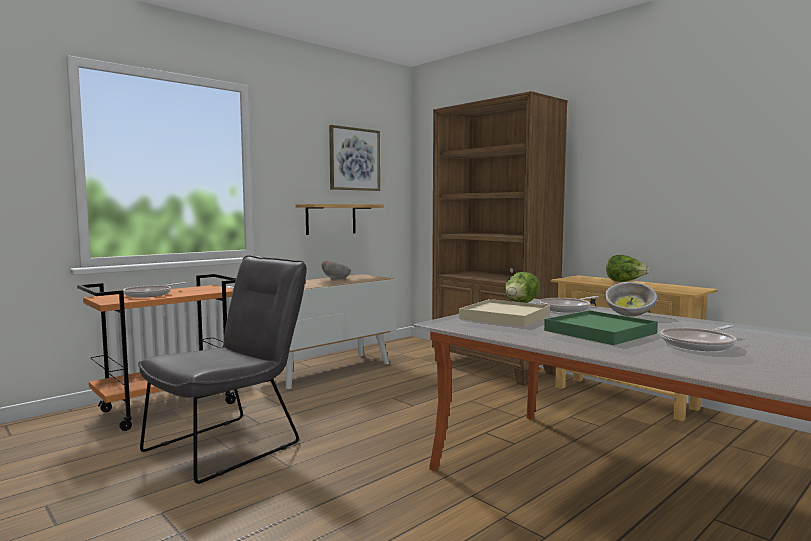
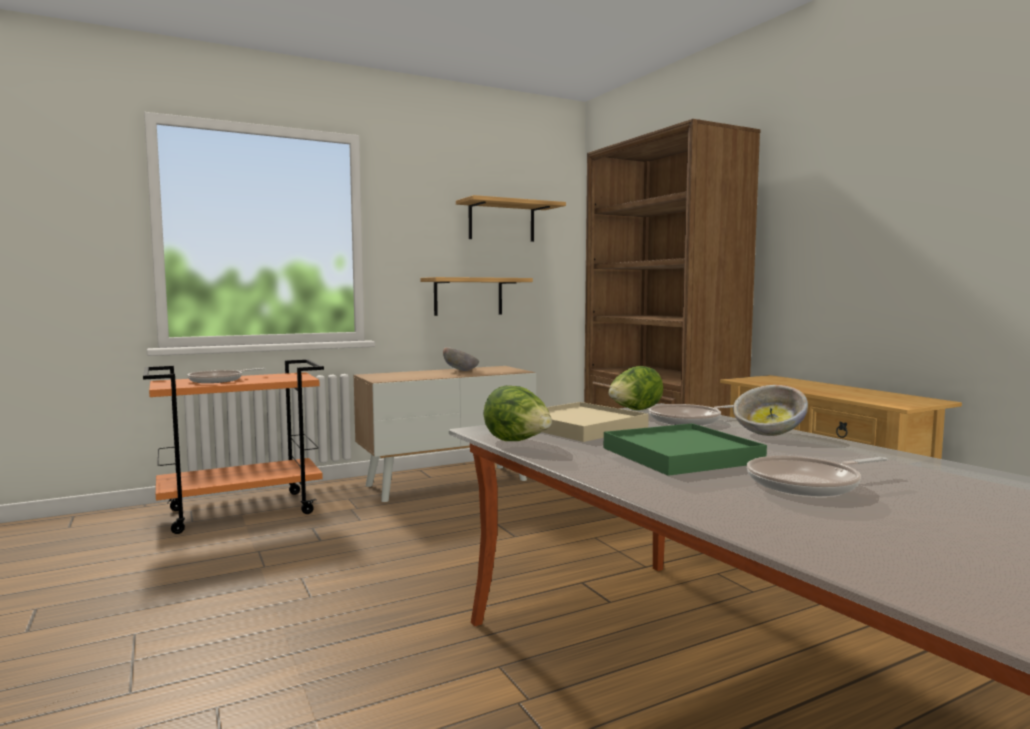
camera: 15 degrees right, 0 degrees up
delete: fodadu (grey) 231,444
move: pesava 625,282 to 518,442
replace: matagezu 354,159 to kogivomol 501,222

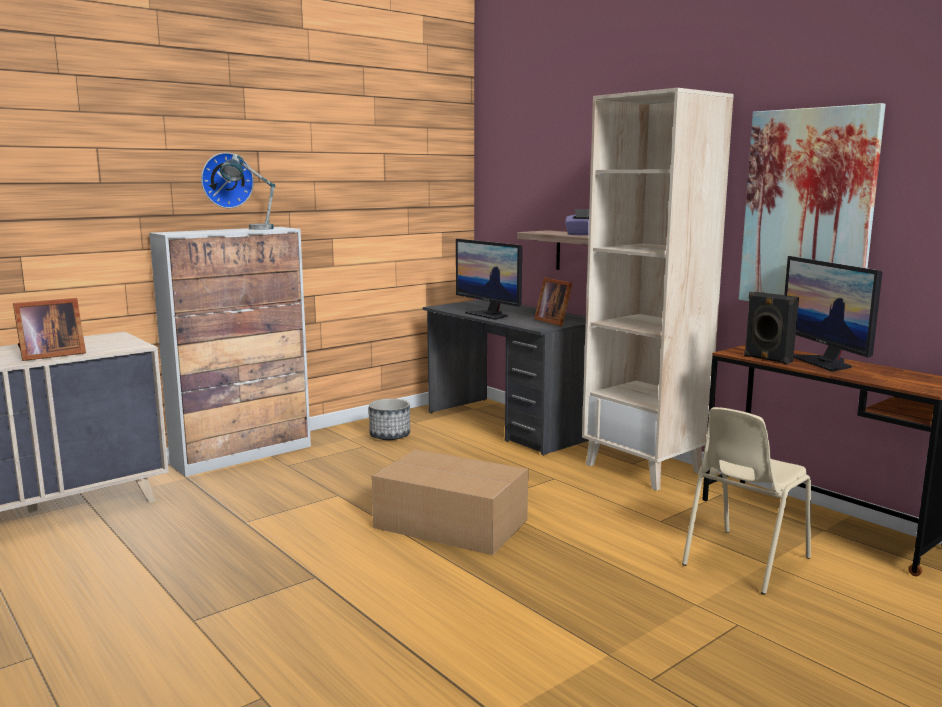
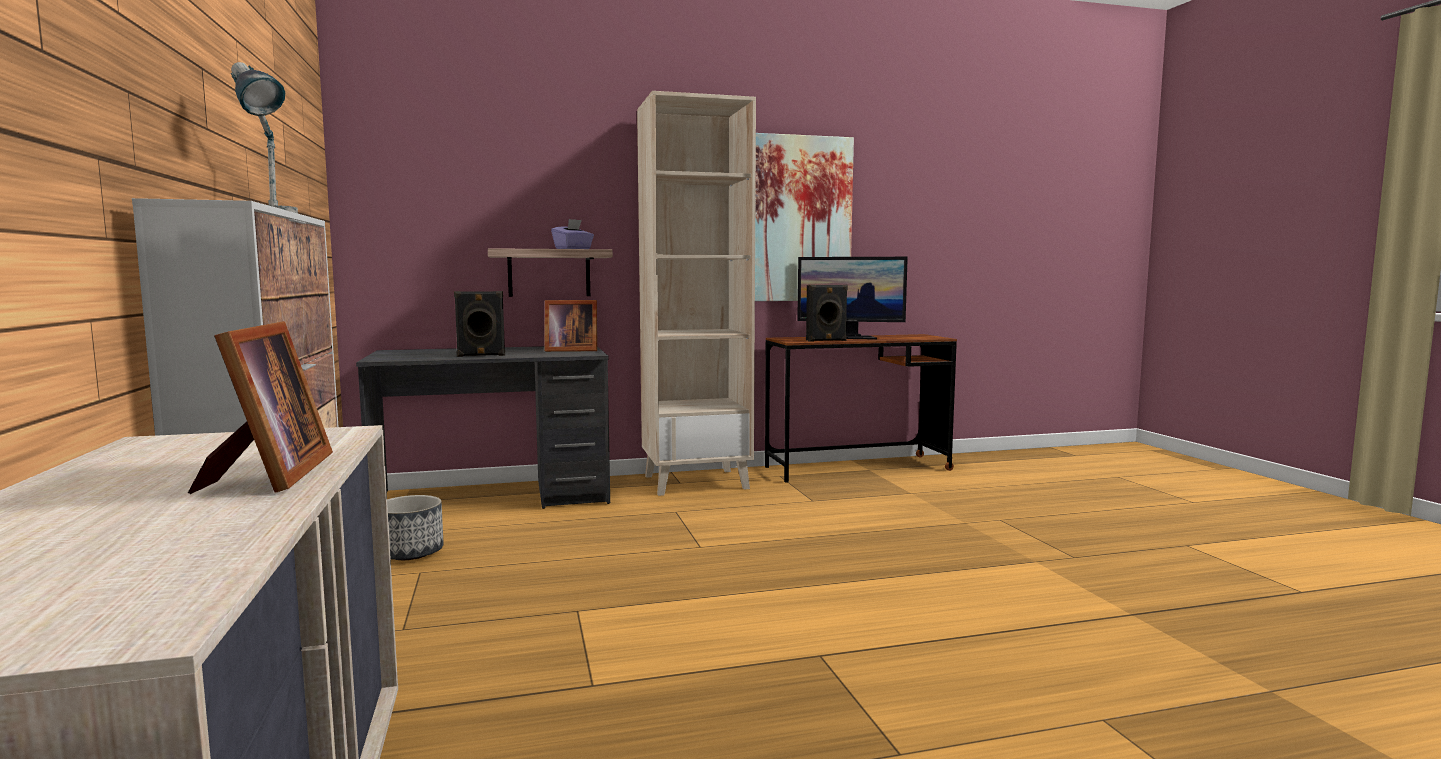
camera: 65 degrees left, 5 degrees down
delete: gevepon 226,180; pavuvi 449,523; fodadu (beige) 743,561
replace: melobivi 489,315 to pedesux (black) 481,355

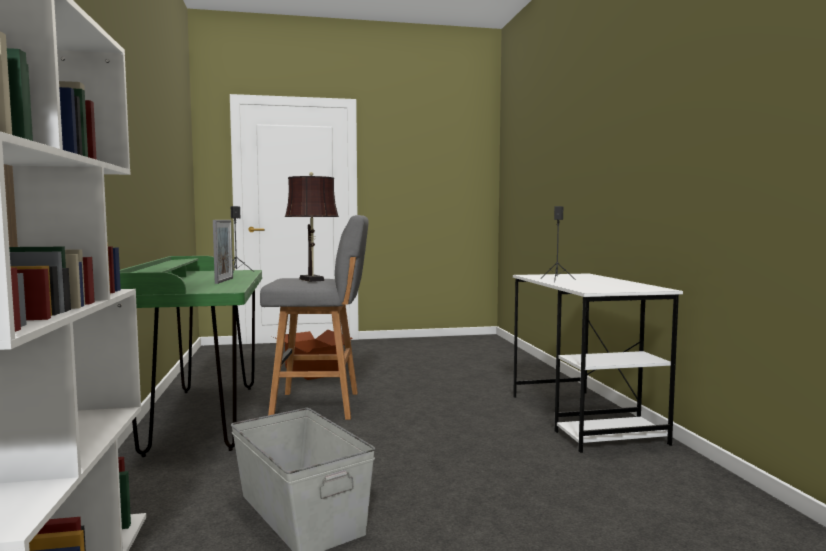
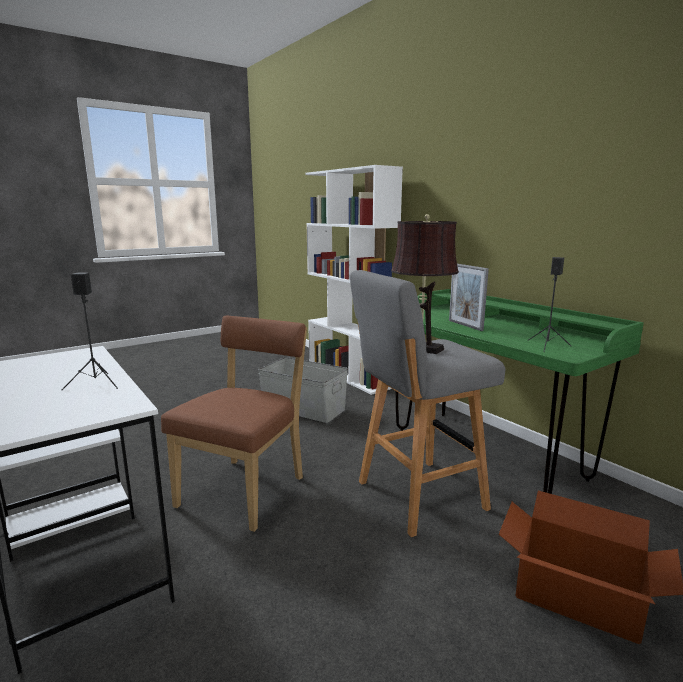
camera: 155 degrees right, 10 degrees up
insert: fodadu (brown) 246,489

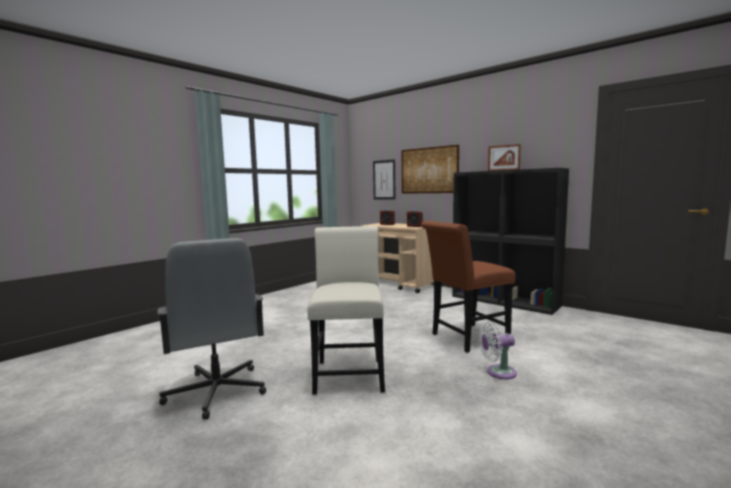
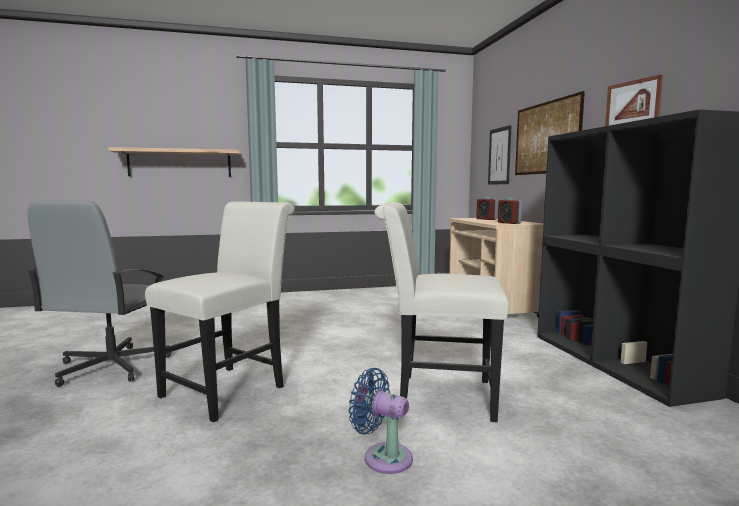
camera: 35 degrees right, 0 degrees up
insert: kogivomol 180,163
recolor: fodadu (brown) 465,338 to fodadu (white) 436,396; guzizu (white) 498,372 to guzizu (blue) 383,457

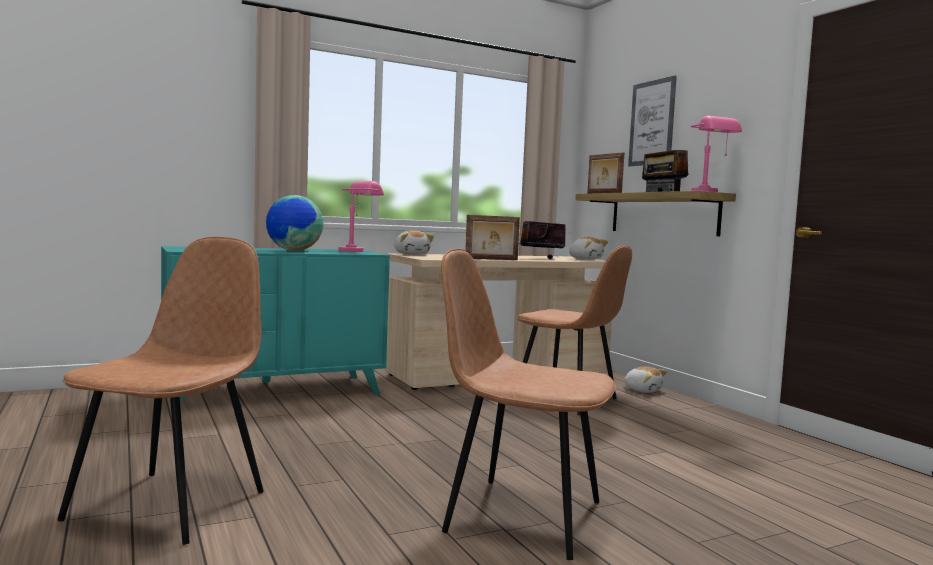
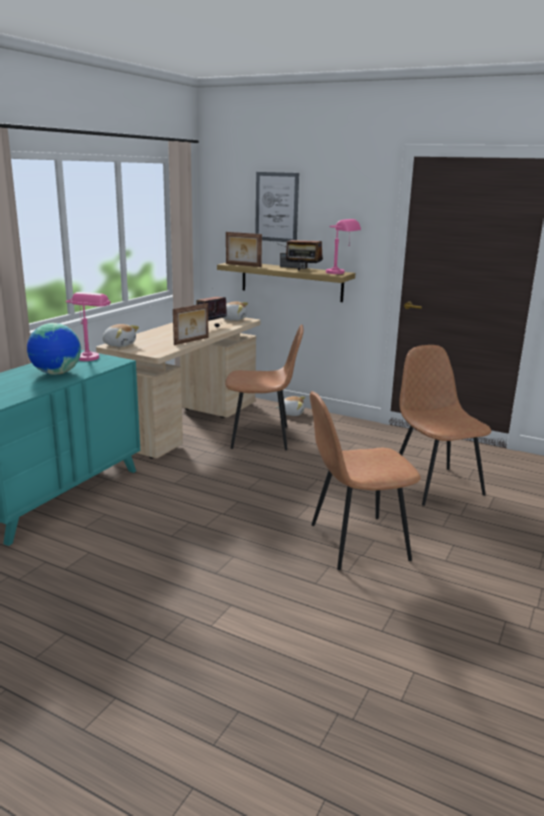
camera: 35 degrees left, 15 degrees up
move: fodadu (brown) 171,503 to 435,485

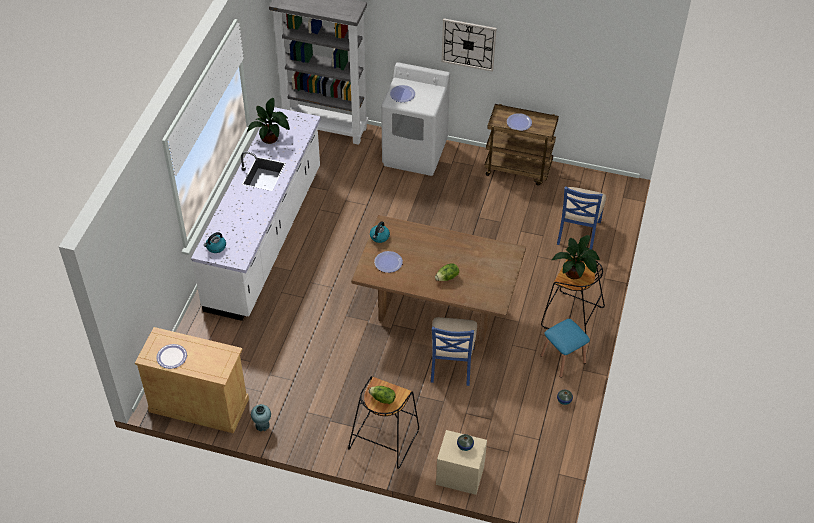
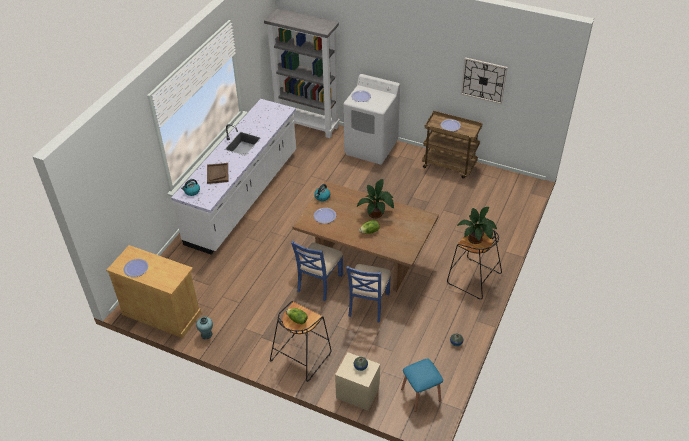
camera: 10 degrees right, 5 degrees down
insert: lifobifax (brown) 217,174
move: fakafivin 271,137 to 376,213; gevepon 468,44 to 483,80; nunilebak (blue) 563,359 to 420,394; fodadu (blue) 578,232 to 319,283

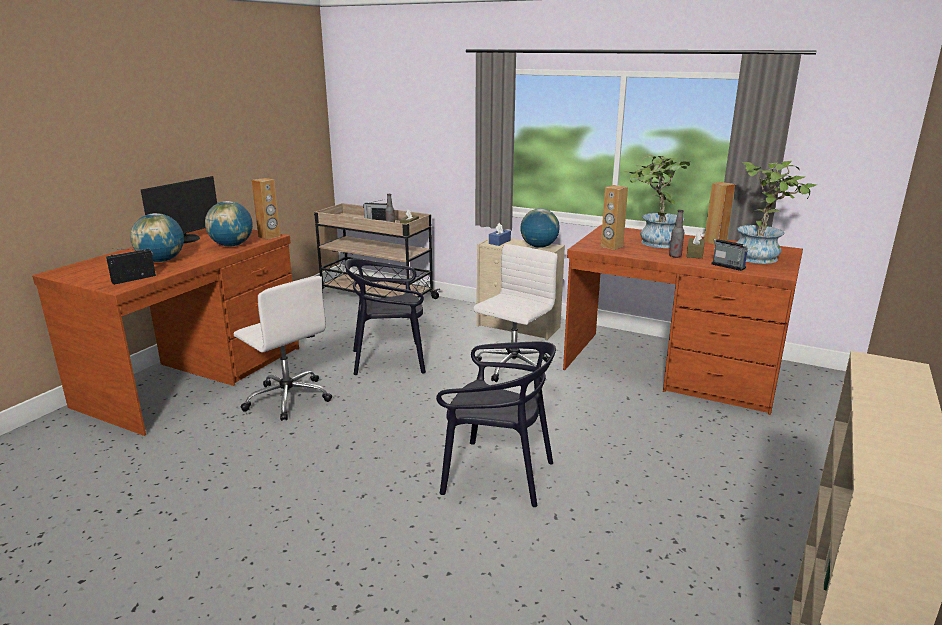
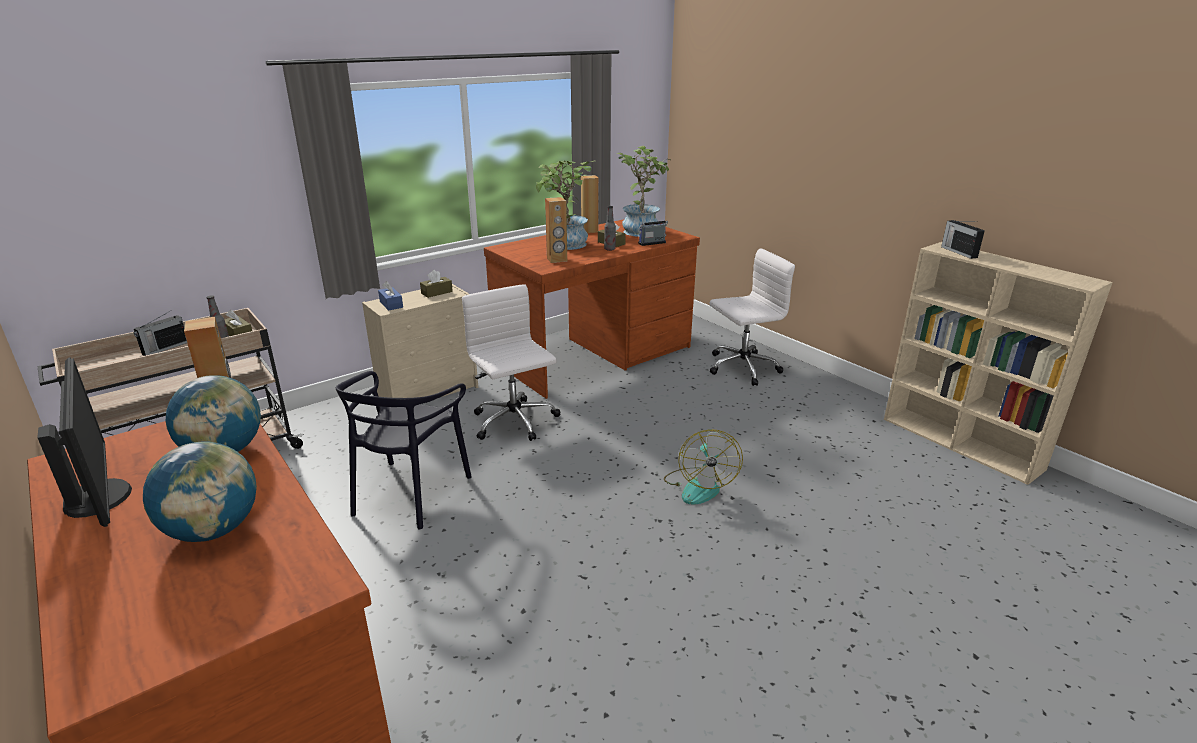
camera: 65 degrees left, 5 degrees up
move: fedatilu 134,279 to 958,252; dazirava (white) 288,398 to 741,368
replace: fodadu (black) 497,475 to guzizu 699,486; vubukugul 539,246 to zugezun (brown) 437,292

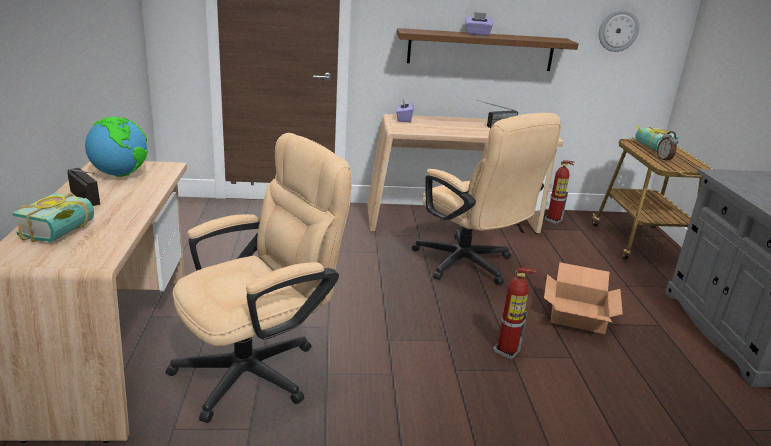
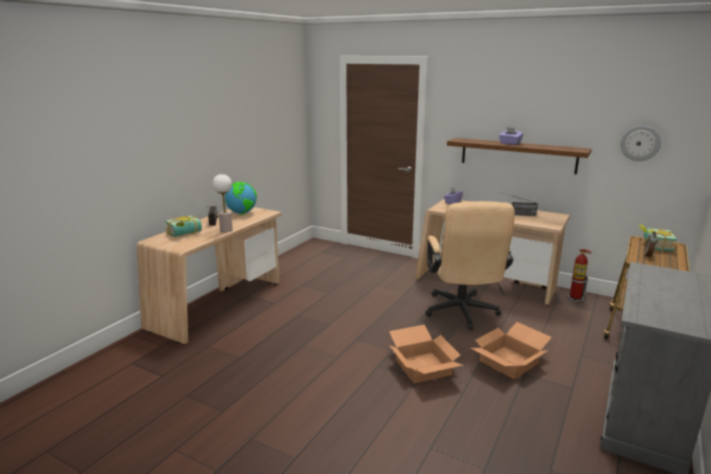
camera: 35 degrees right, 5 degrees down
delete: dazirava (beige) 259,368
insert: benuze 226,230
replace: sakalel 507,351 to pavuvi 424,367

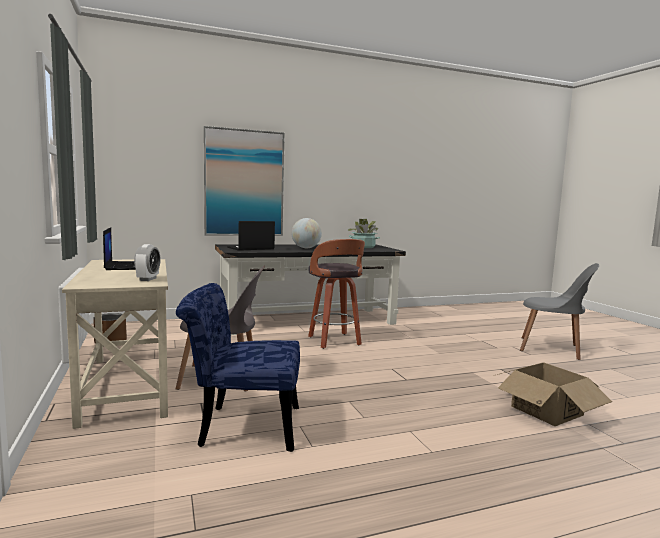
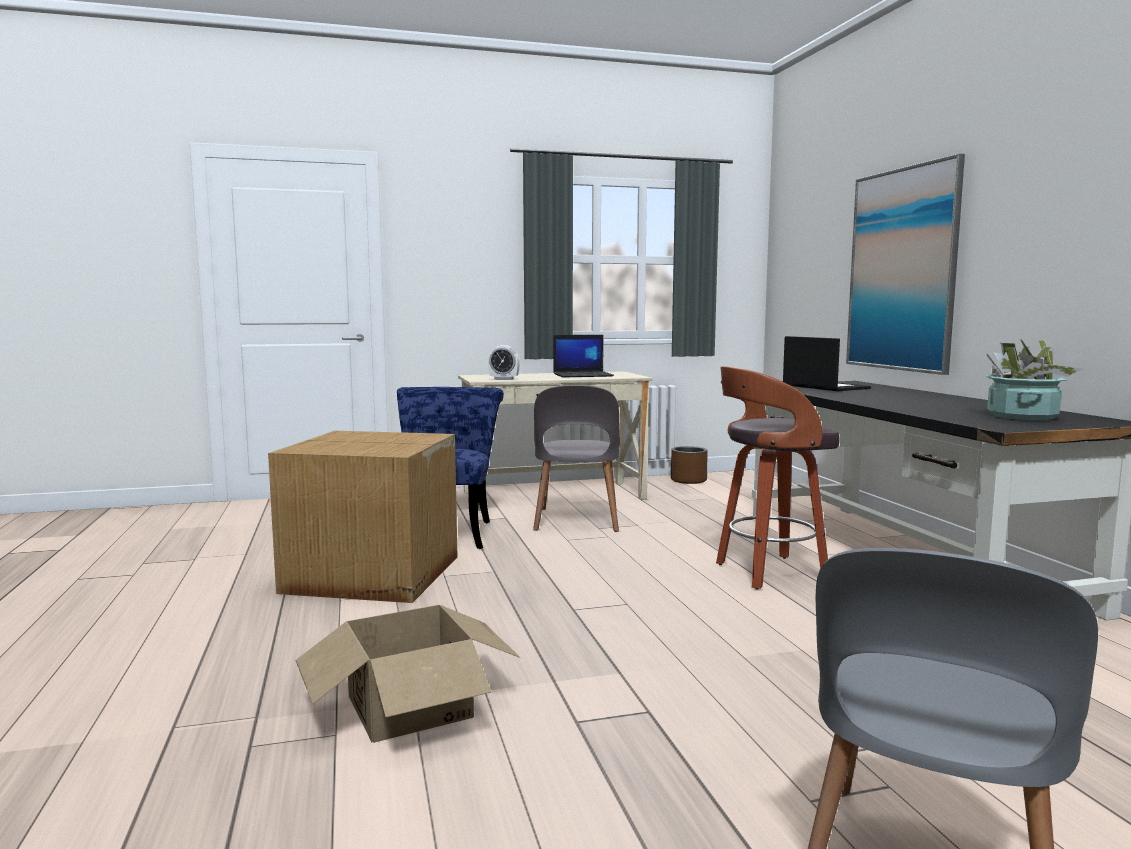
camera: 95 degrees right, 0 degrees up
delete: vubukugul 306,248
insert: pavuvi 374,575

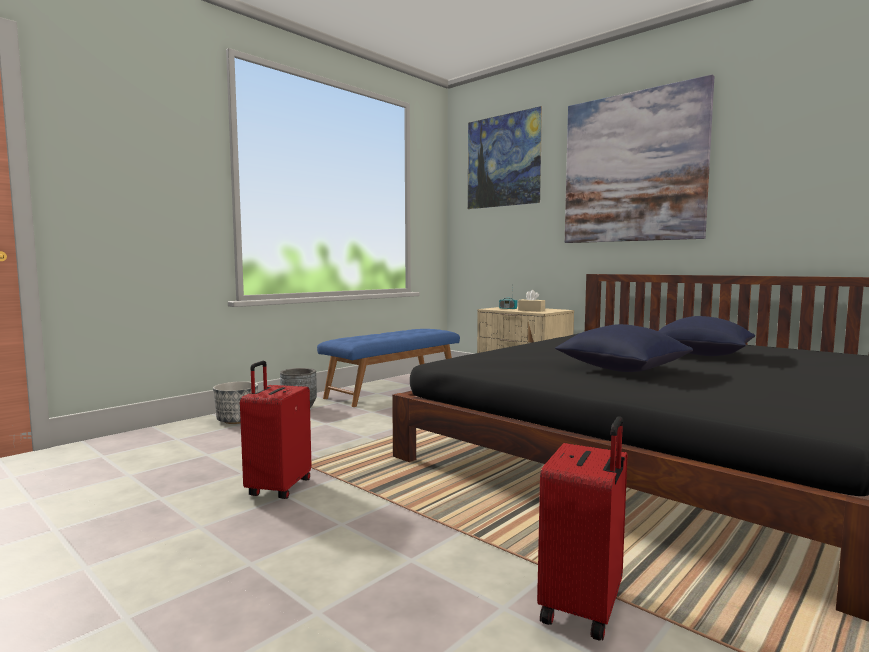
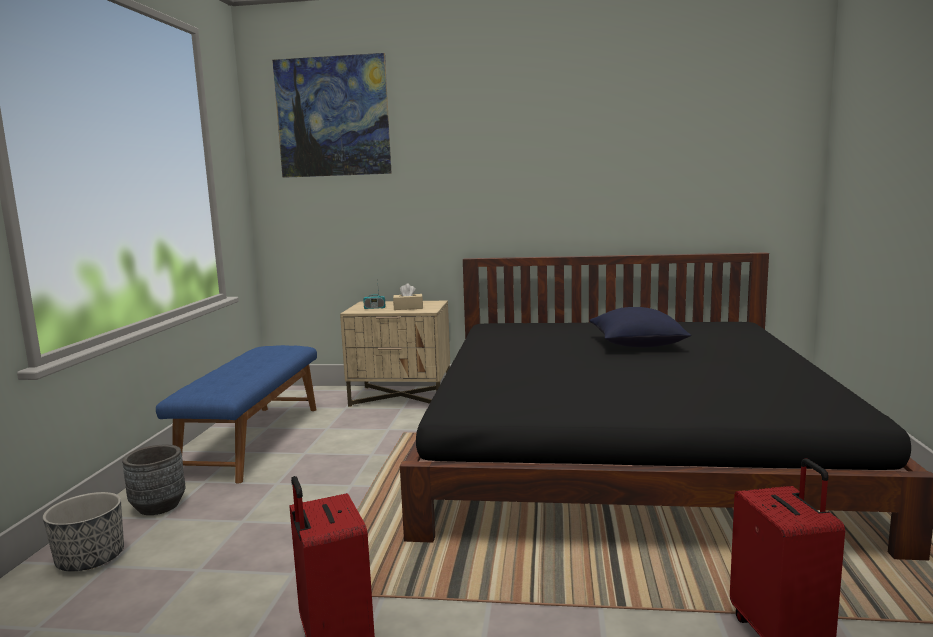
camera: 35 degrees left, 5 degrees up
delete: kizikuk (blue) 622,369; matagezu 633,168

